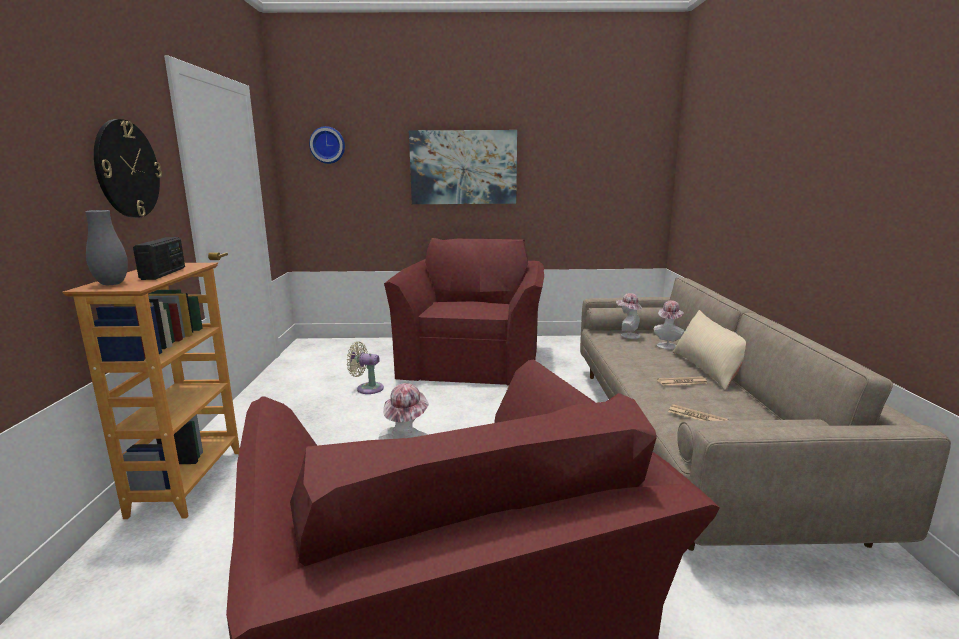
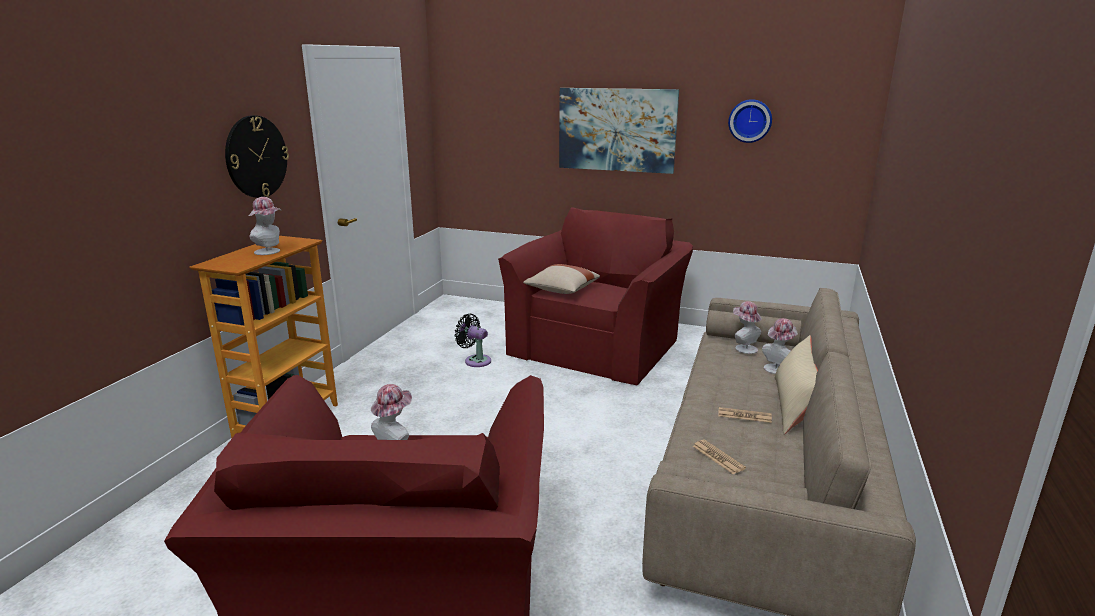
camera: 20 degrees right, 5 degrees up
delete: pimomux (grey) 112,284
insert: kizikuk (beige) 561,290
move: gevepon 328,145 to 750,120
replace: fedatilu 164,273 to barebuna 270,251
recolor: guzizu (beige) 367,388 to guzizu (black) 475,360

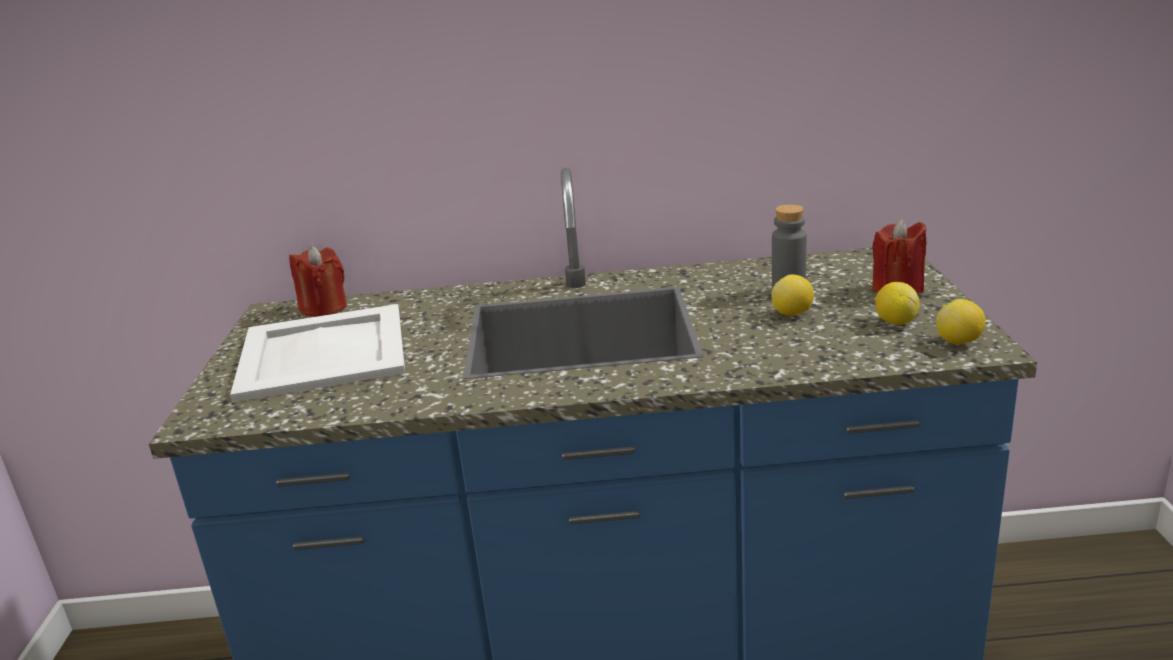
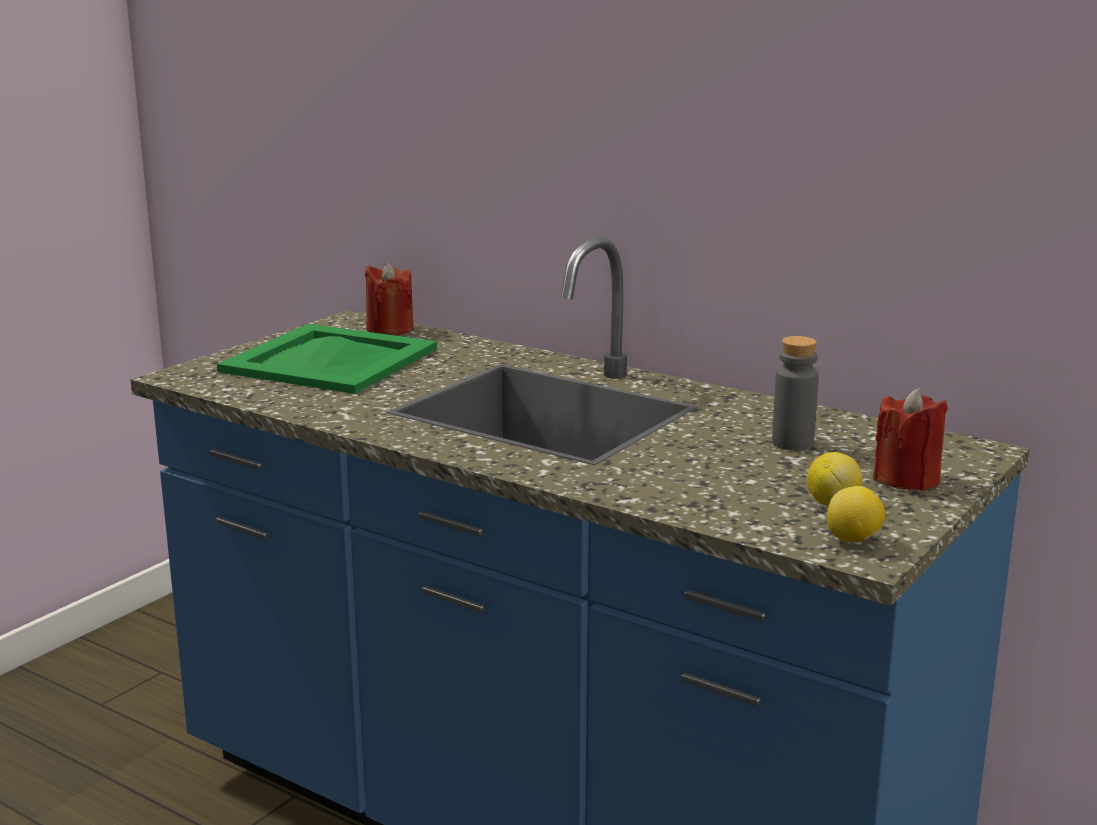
camera: 35 degrees right, 5 degrees down
delete: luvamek 792,313
recolor: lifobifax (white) 324,351 to lifobifax (green) 332,360

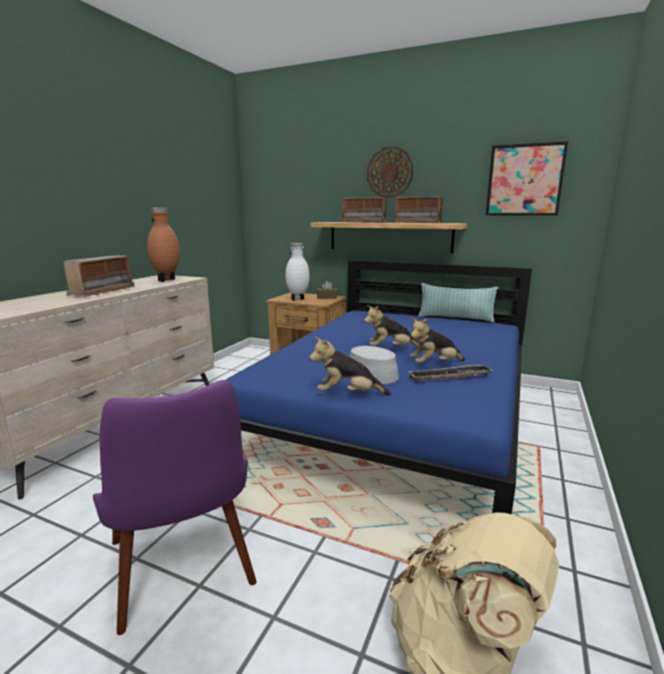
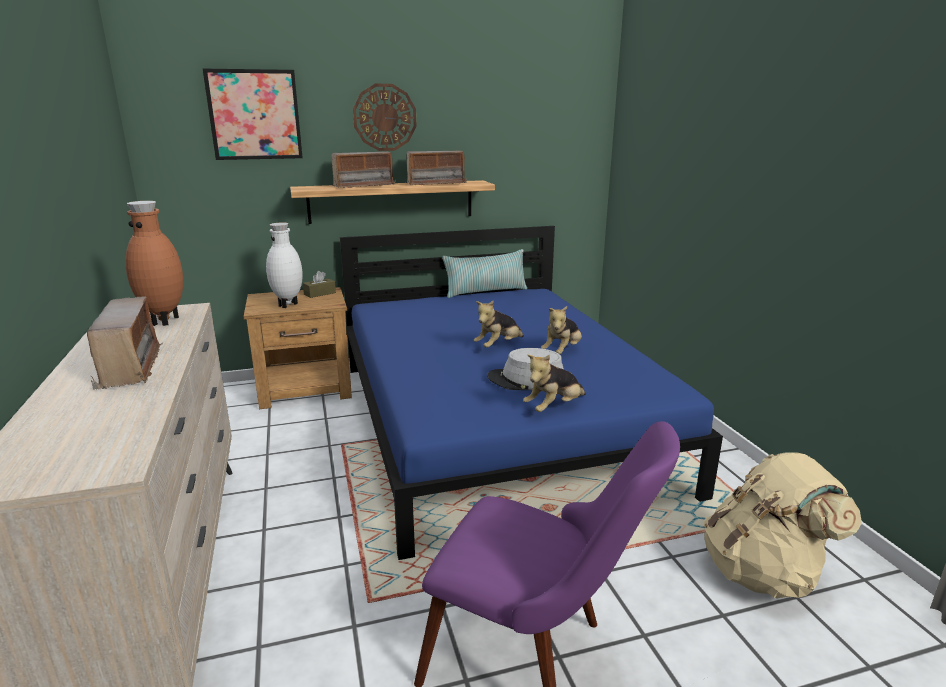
camera: 40 degrees left, 5 degrees up
delete: lifobifax 449,377
move: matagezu 524,180 to 254,115

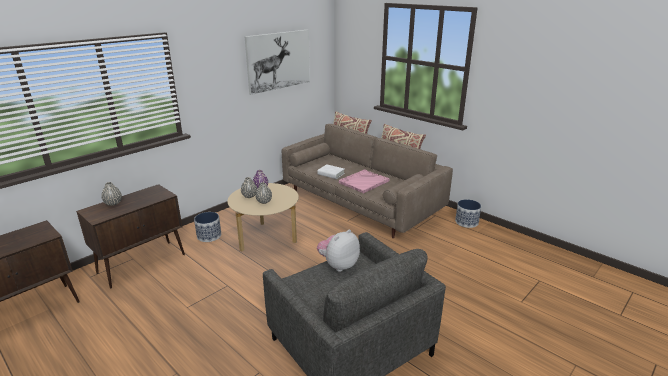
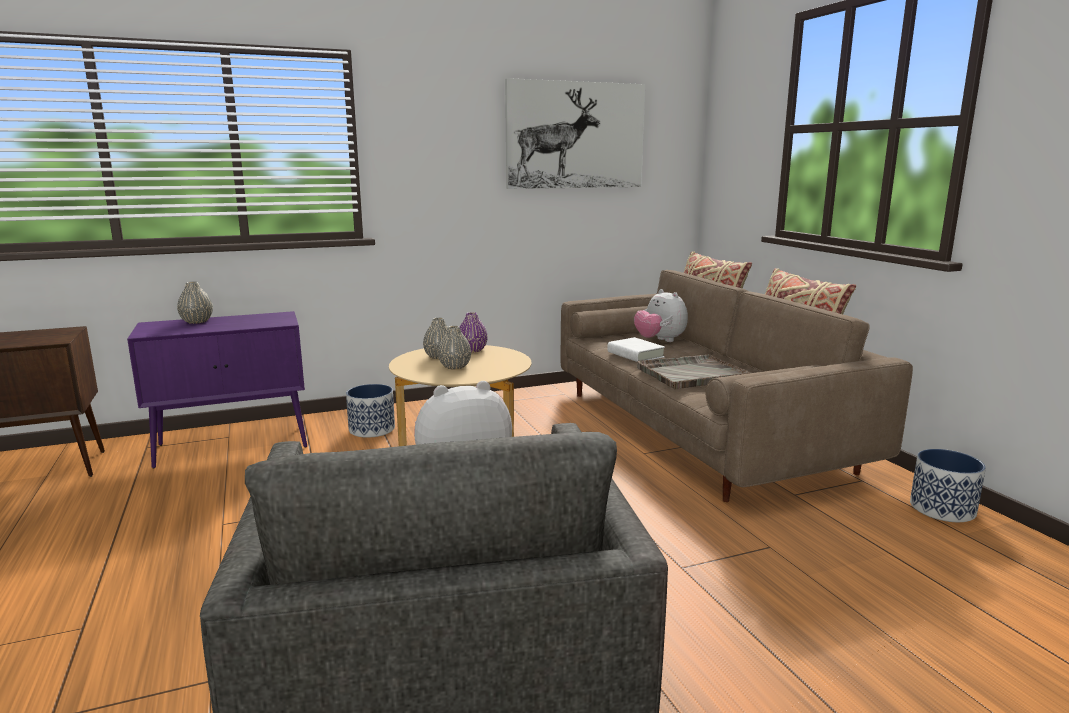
camera: 25 degrees right, 10 degrees down
insert: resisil 660,341
recolor: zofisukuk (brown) 142,263 to zofisukuk (purple) 234,445; lifobifax (pink) 363,182 to lifobifax (grey) 691,374

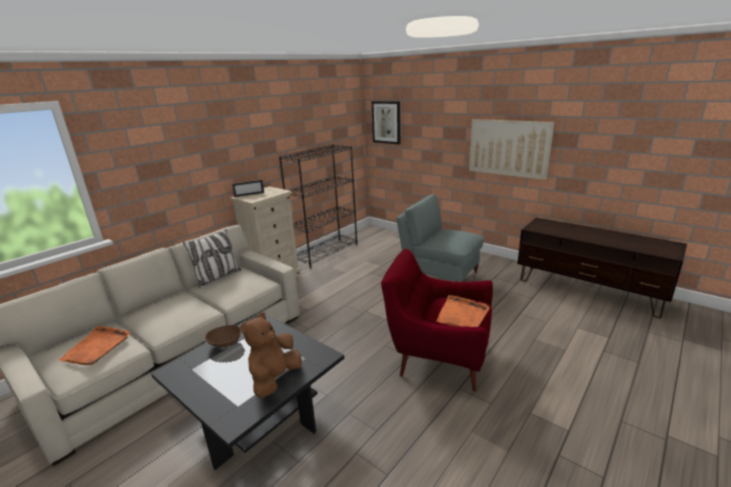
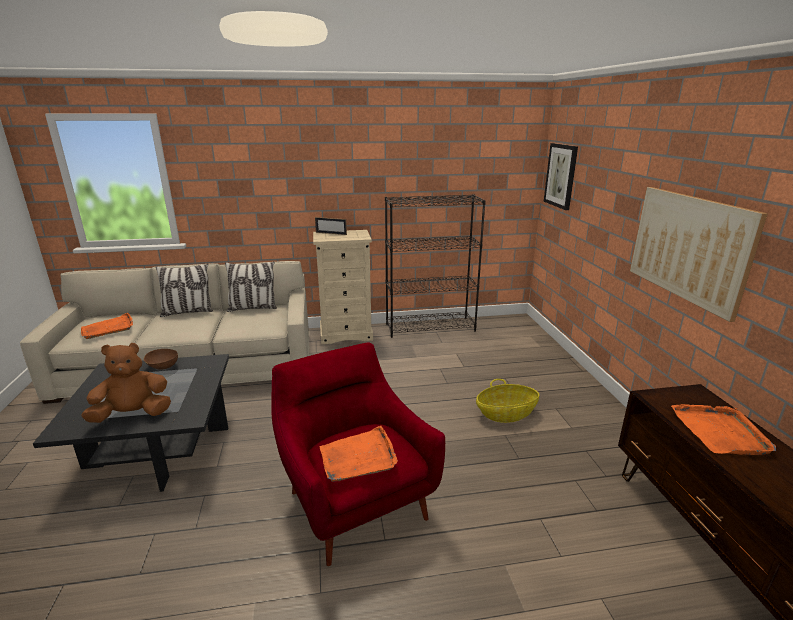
camera: 40 degrees right, 0 degrees up
insert: kizikuk 188,312; lifobifax (orange) 720,432
replace: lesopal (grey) 439,278 to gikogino 506,414

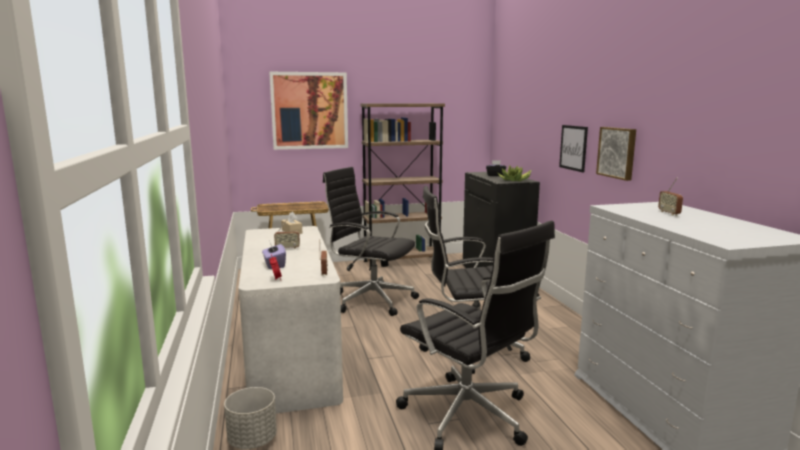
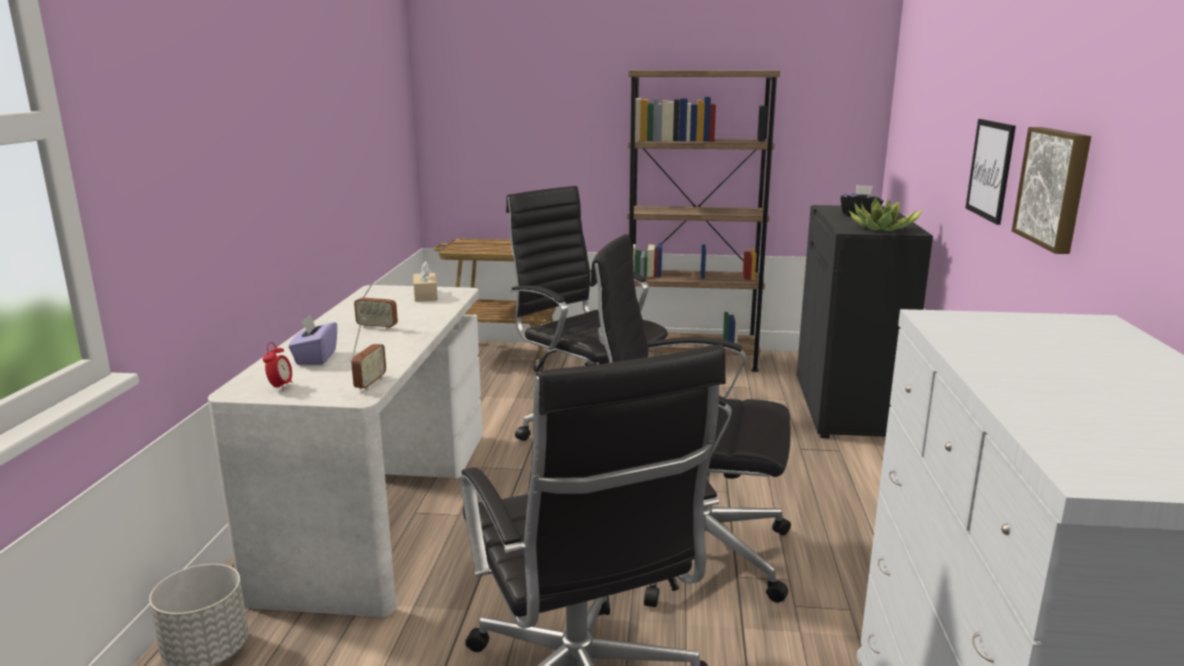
camera: 20 degrees right, 5 degrees up
delete: matagezu 309,110; fedatilu 669,213

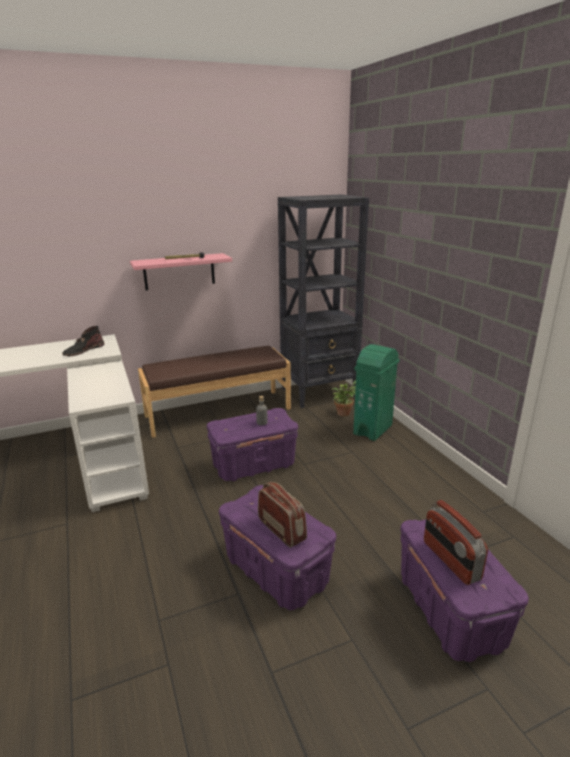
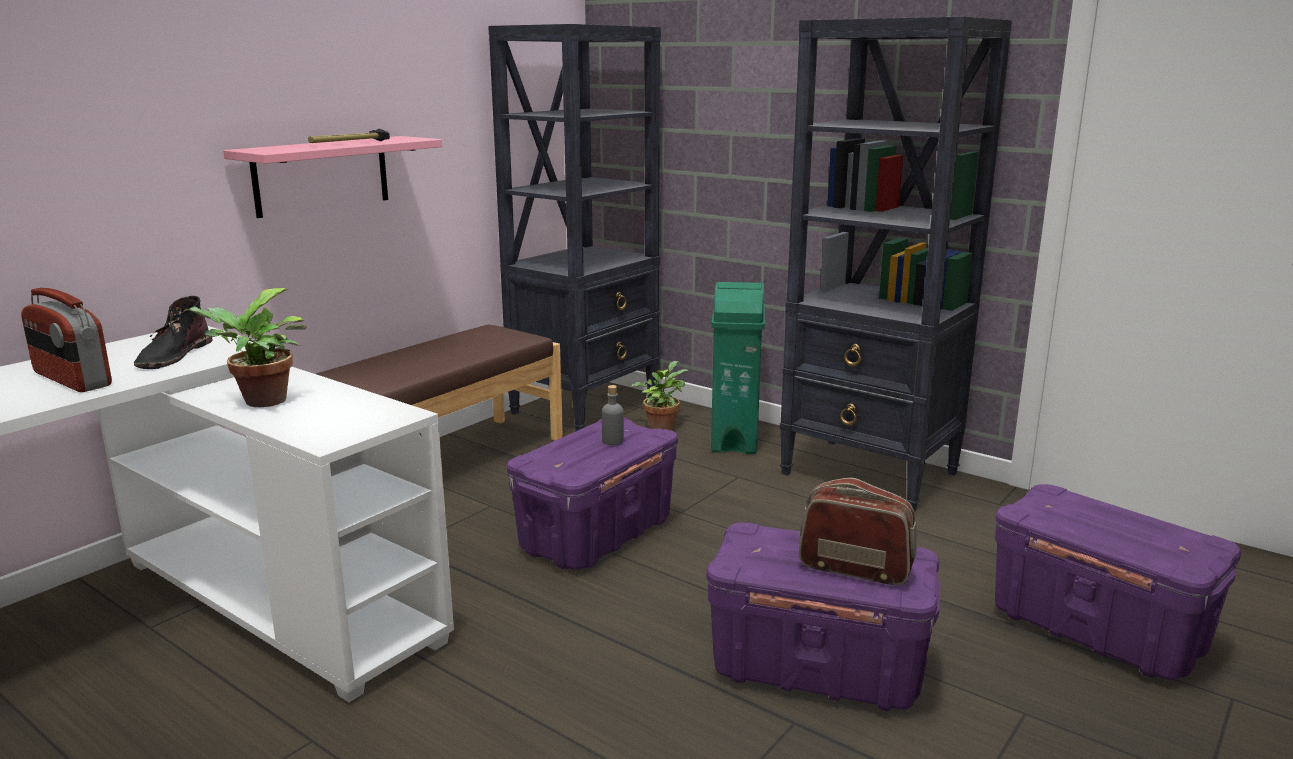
camera: 30 degrees left, 5 degrees down
insert: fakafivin 260,402; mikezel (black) 870,474
move: fedatilu 450,560 to 71,380

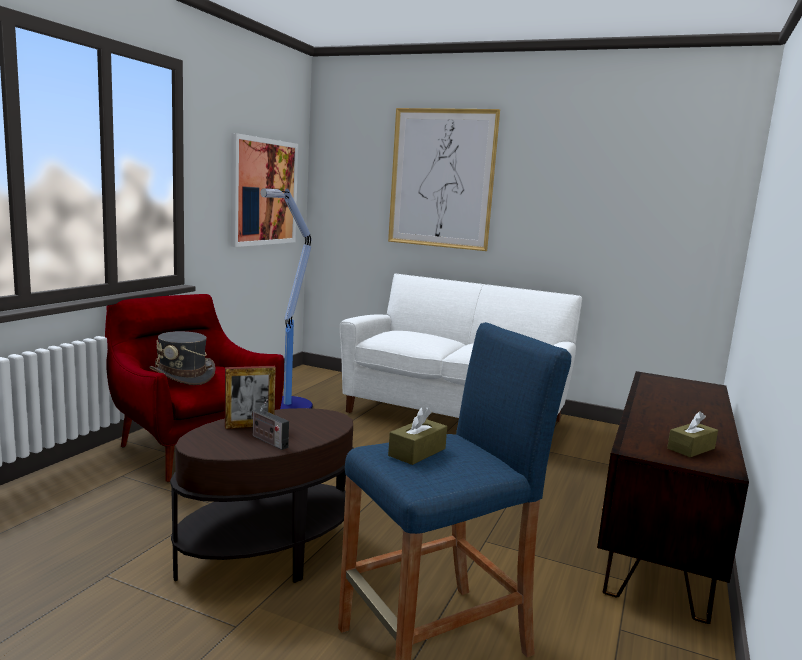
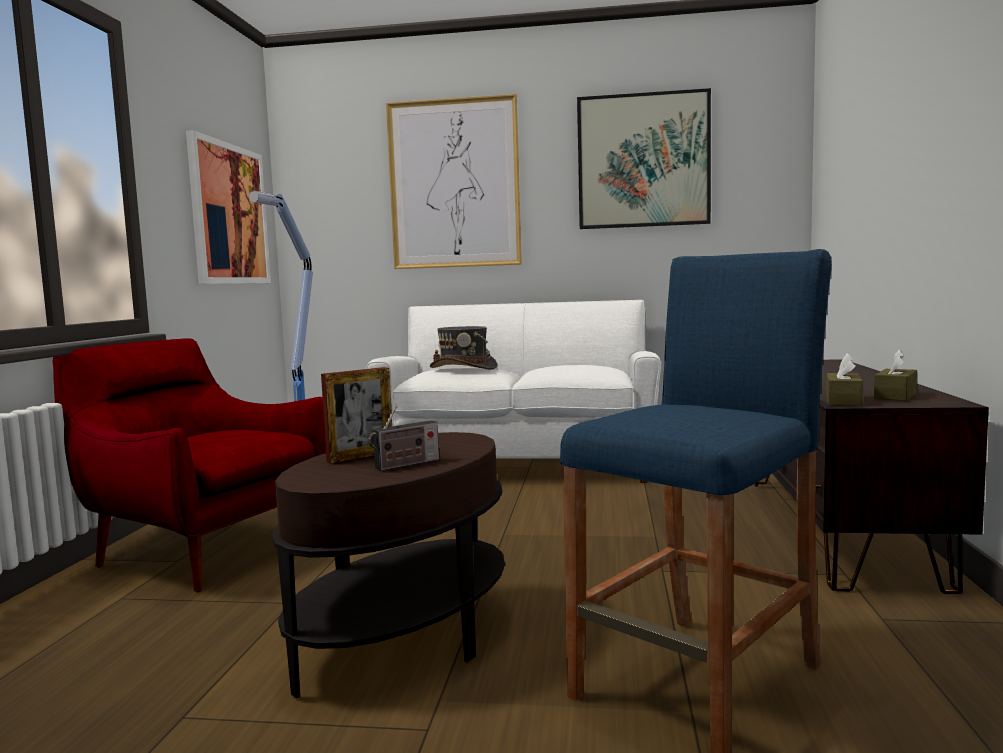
camera: 15 degrees left, 5 degrees down
insert: matagezu 643,161
move: barebuna (grey) 183,376 to 463,368; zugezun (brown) 417,452 to 843,401
rotate: fedatilu 268,441 = 405,465 60 degrees counterclockwise

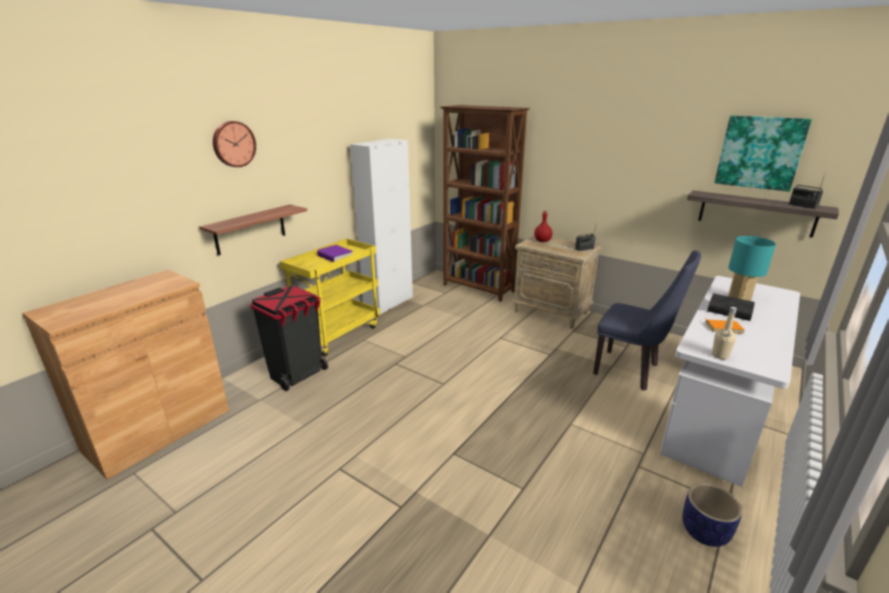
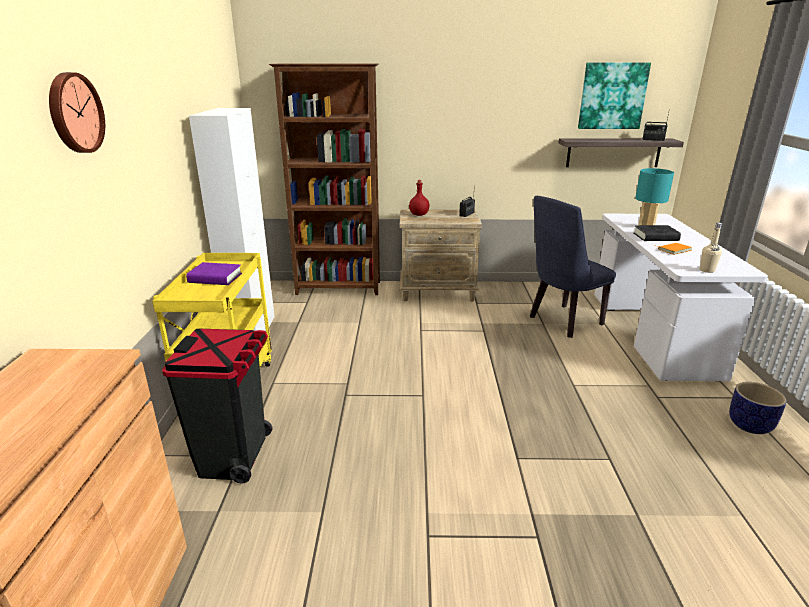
camera: 35 degrees left, 0 degrees up
delete: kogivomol 250,229
rotate: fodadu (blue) 632,371 = 561,322 150 degrees clockwise

